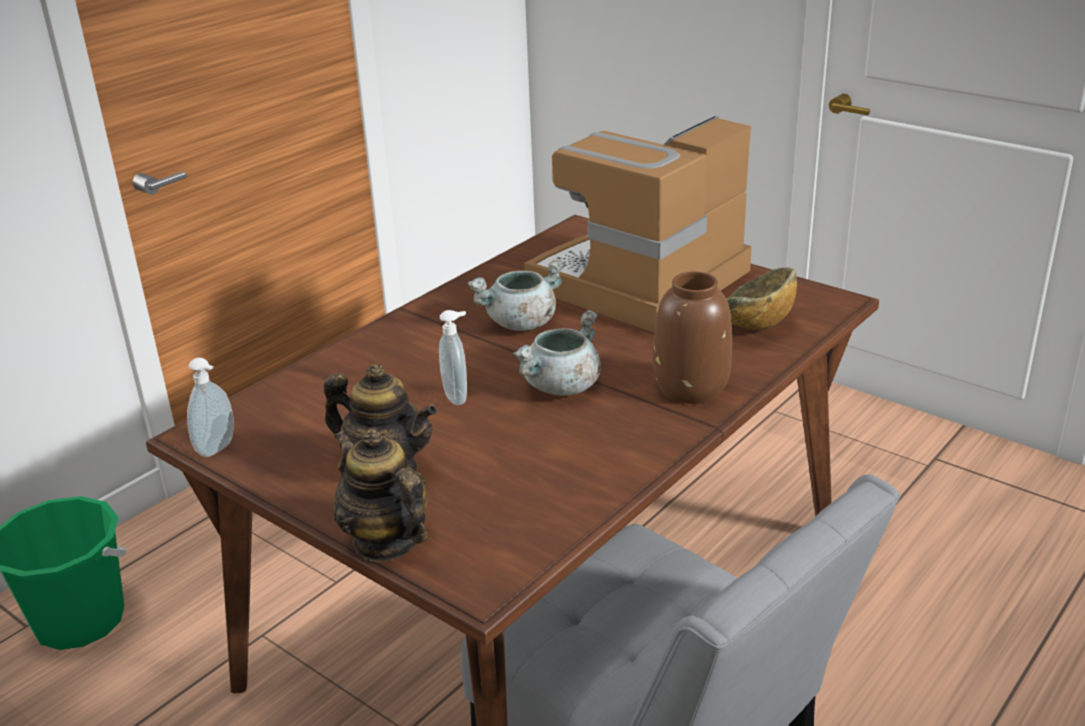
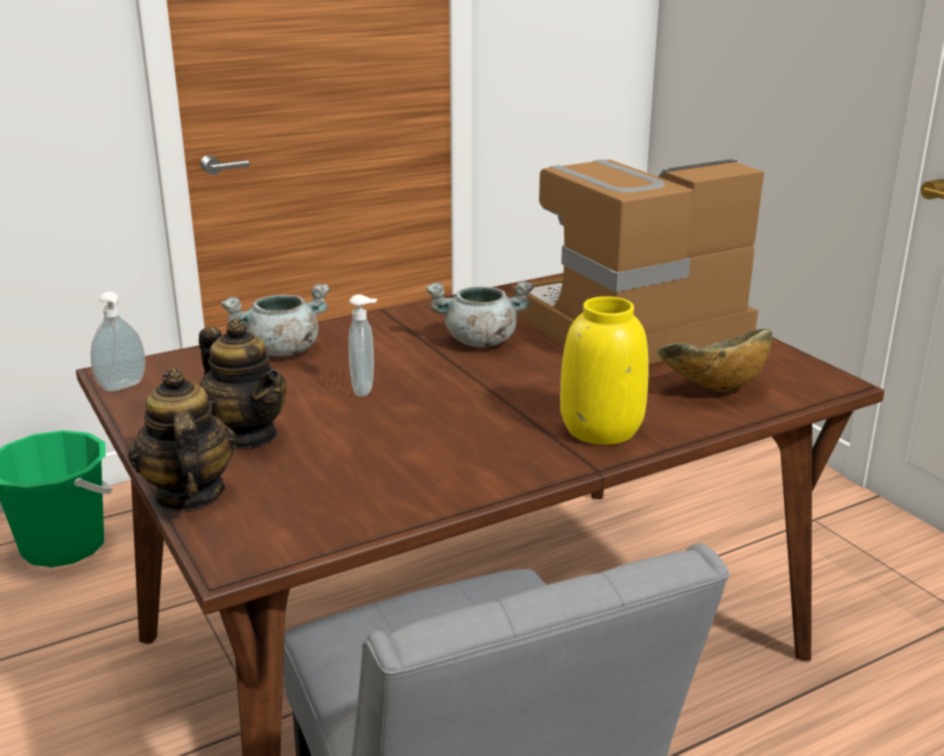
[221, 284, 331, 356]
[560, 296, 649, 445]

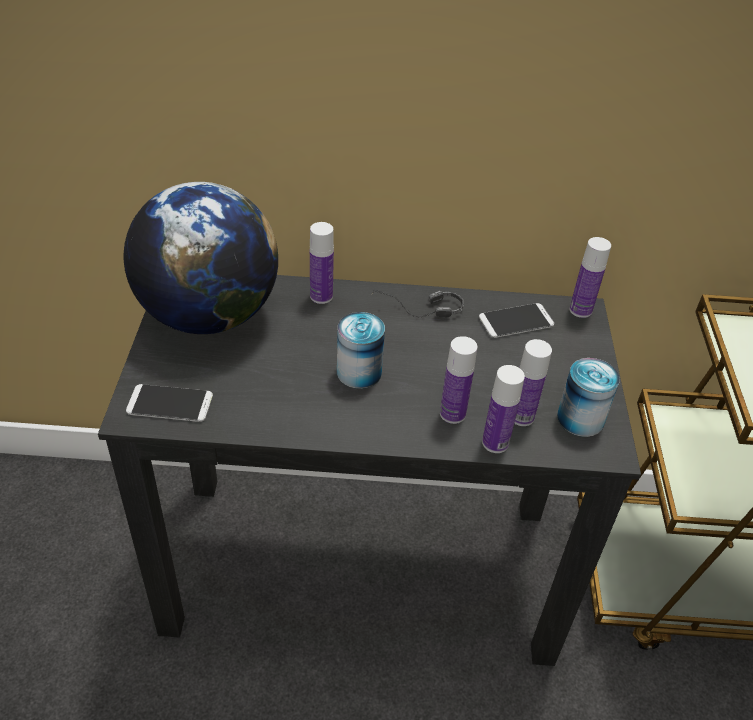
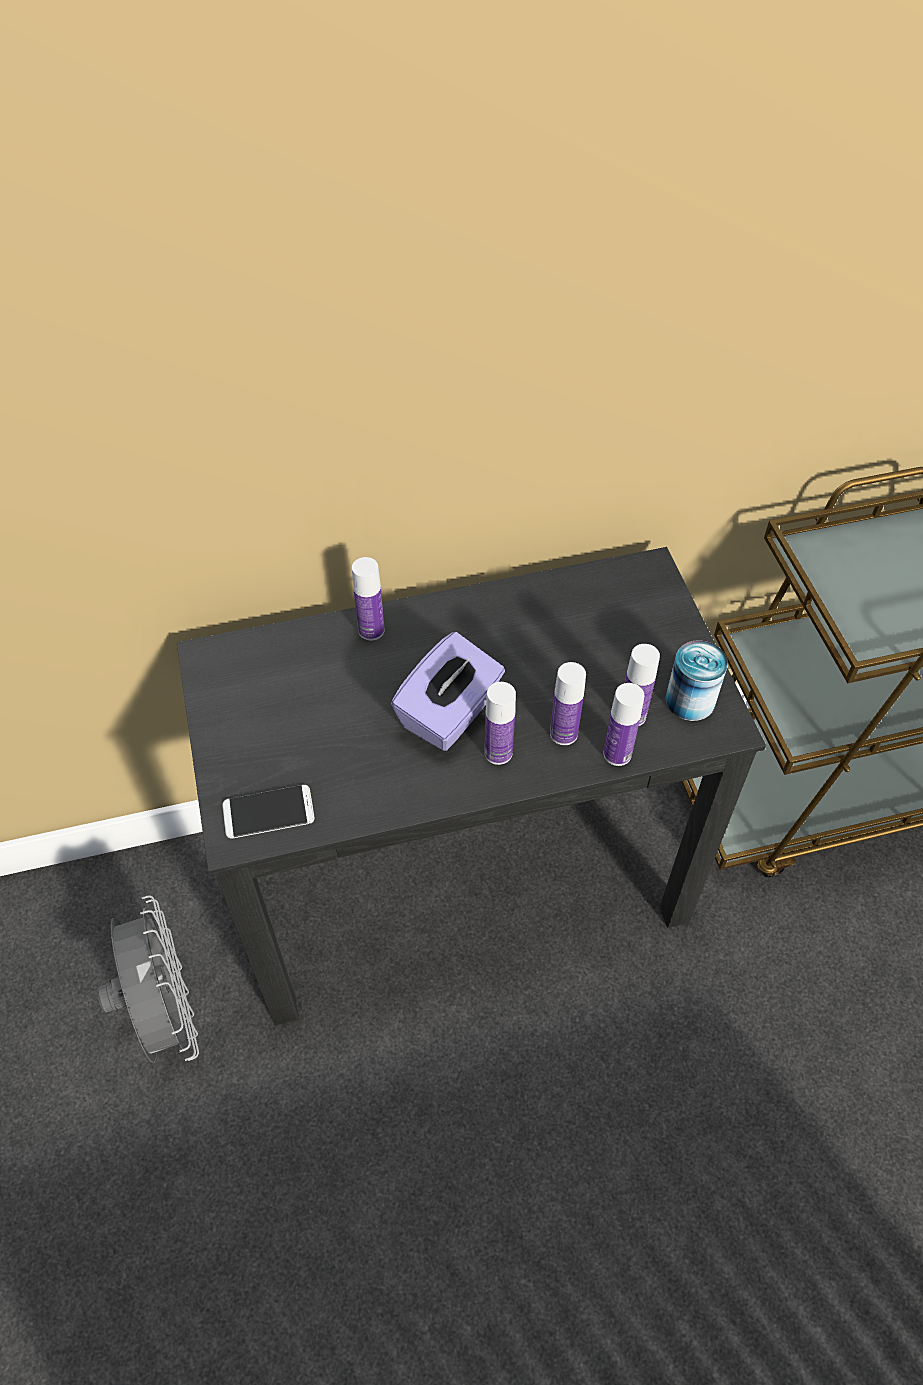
[124, 182, 278, 334] (first image)
[372, 290, 464, 317] (first image)
[479, 303, 554, 338] (first image)
[97, 895, 199, 1063]
[484, 682, 516, 765]
[391, 632, 505, 751]

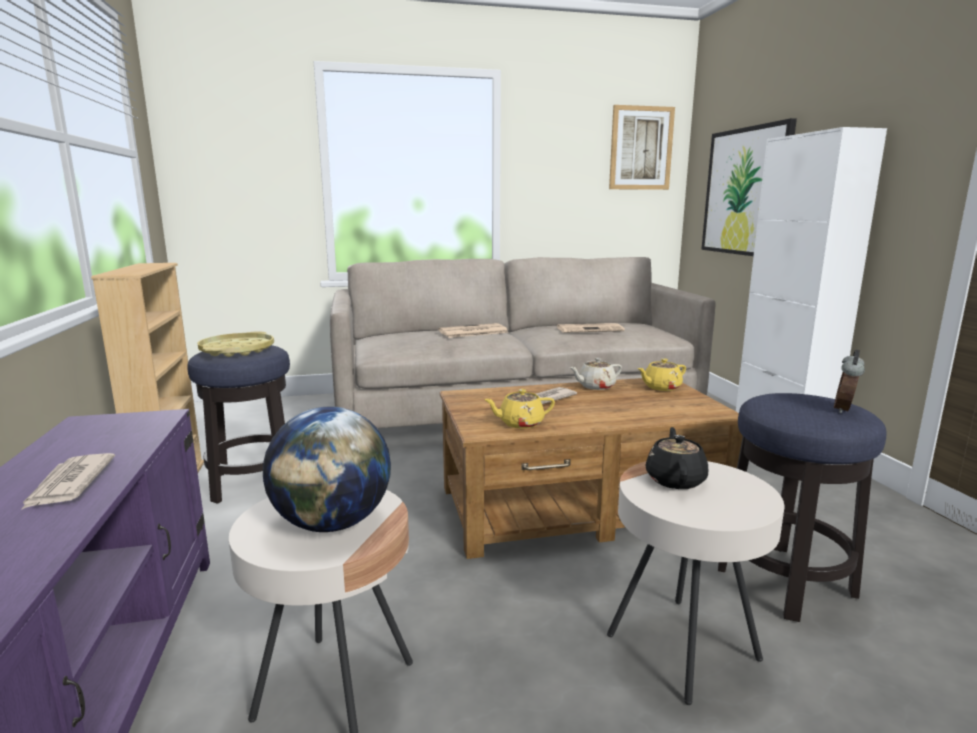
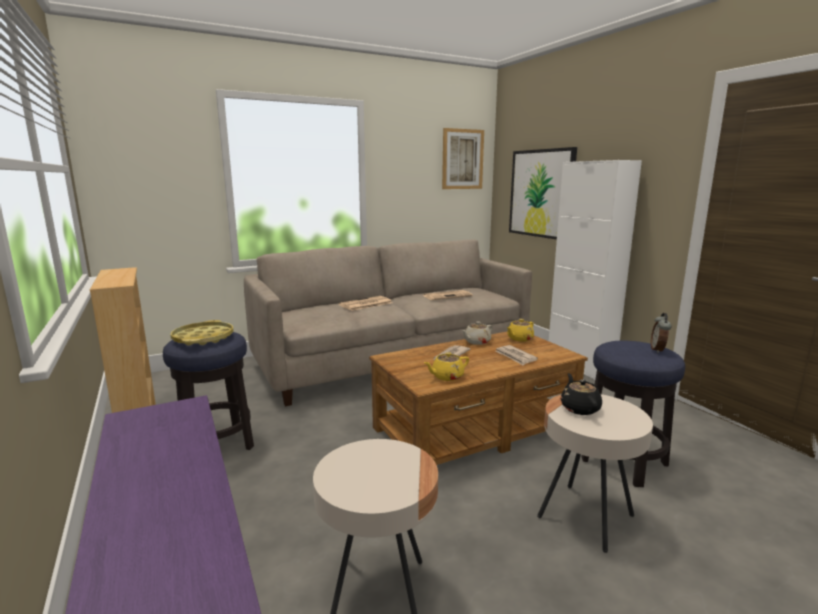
[263, 407, 391, 532] (first image)
[495, 345, 538, 365]

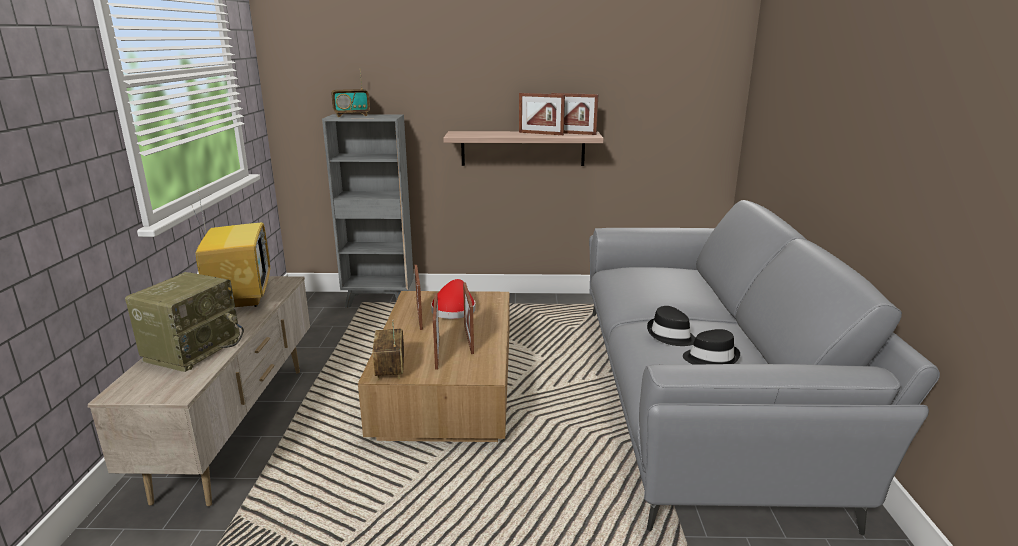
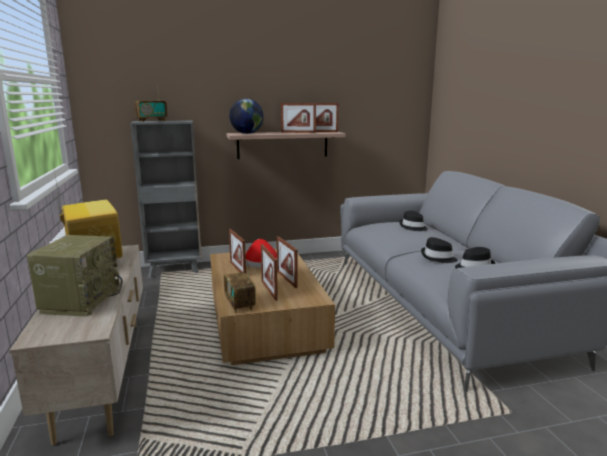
[229, 99, 264, 134]
[400, 211, 427, 231]

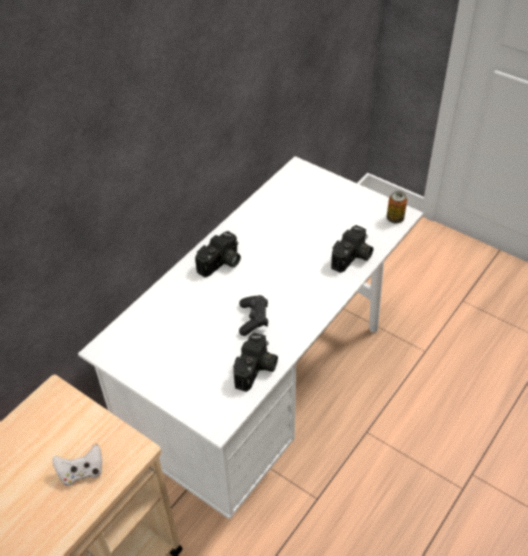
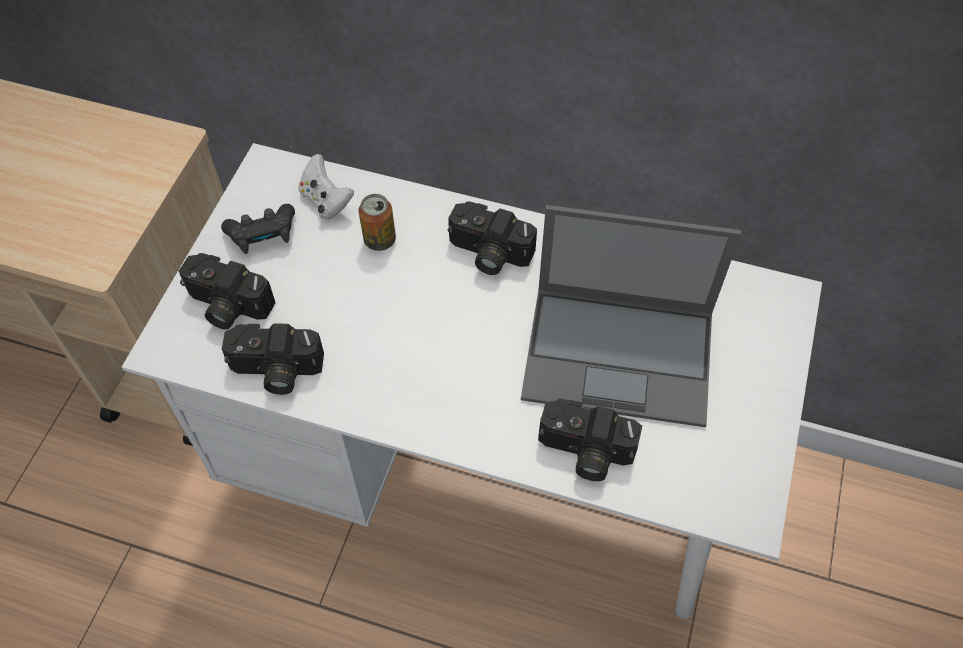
[179, 253, 275, 330]
[521, 205, 741, 427]
[298, 154, 354, 220]
[221, 204, 295, 254]
[358, 194, 396, 251]

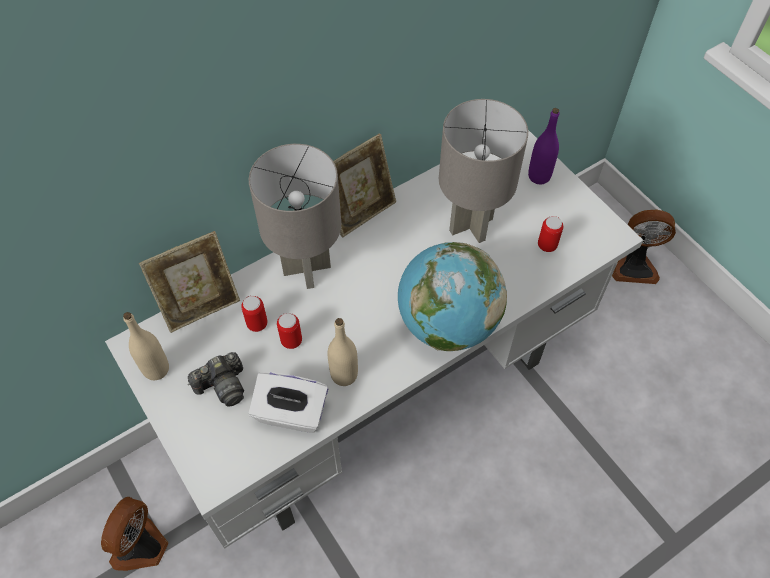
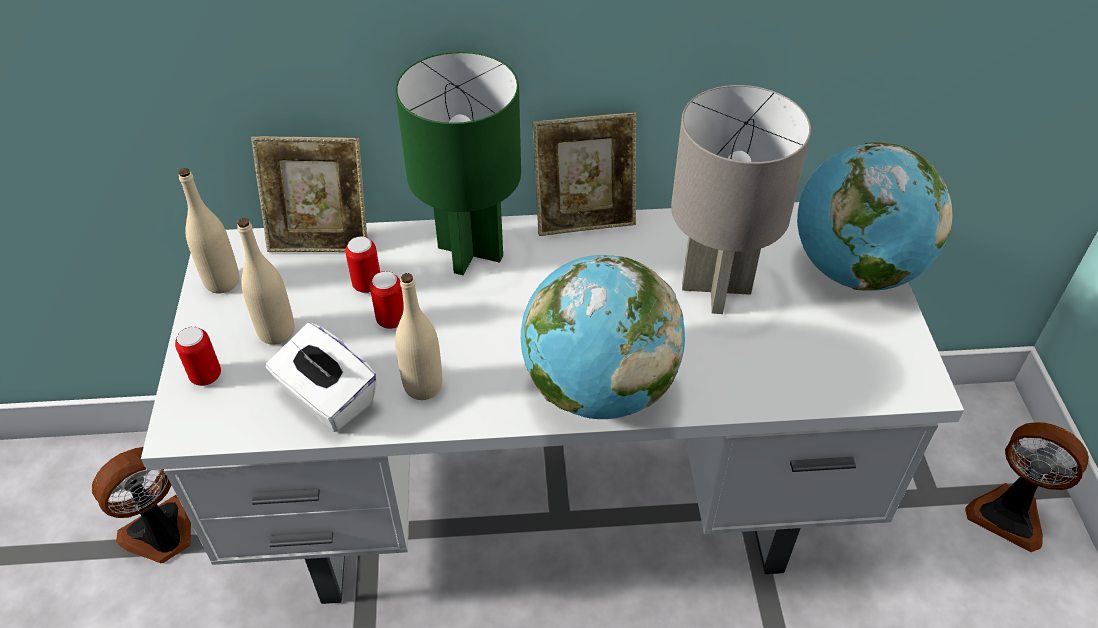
[175, 327, 221, 386]
[237, 218, 295, 345]
[797, 142, 953, 291]
[395, 51, 521, 275]

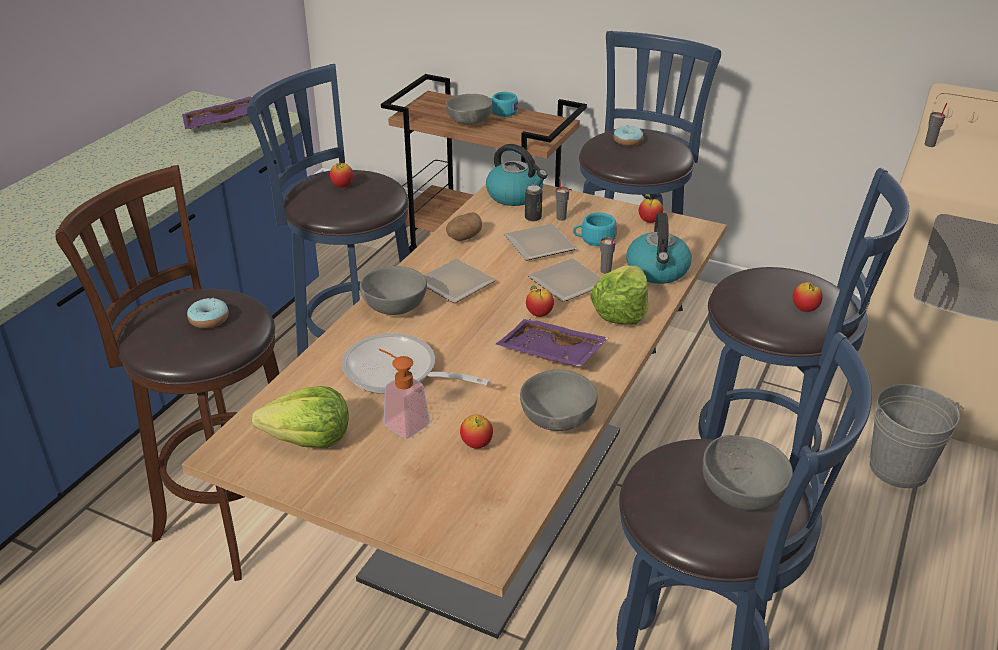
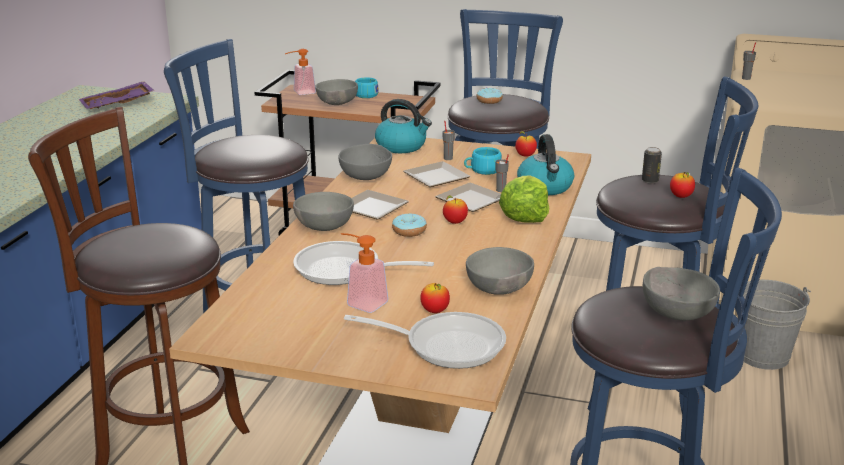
[252, 386, 349, 448] (first image)
[330, 162, 354, 187] (first image)
[496, 318, 608, 367] (first image)
[285, 49, 316, 95]
[344, 312, 506, 369]
[392, 213, 427, 237]
[642, 147, 662, 183]
[338, 144, 392, 180]

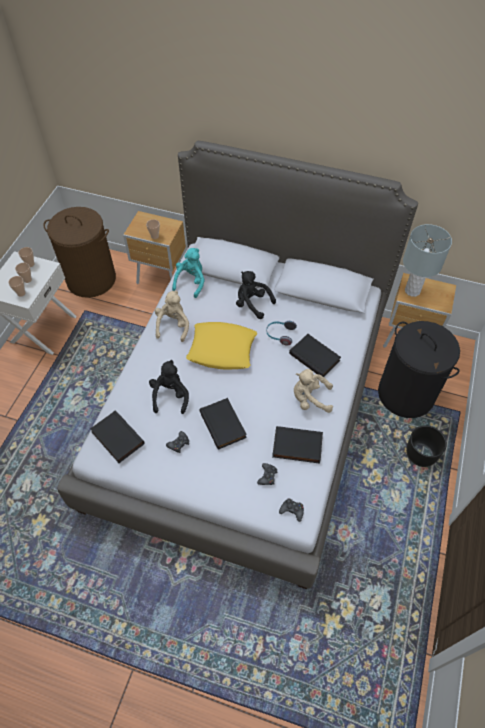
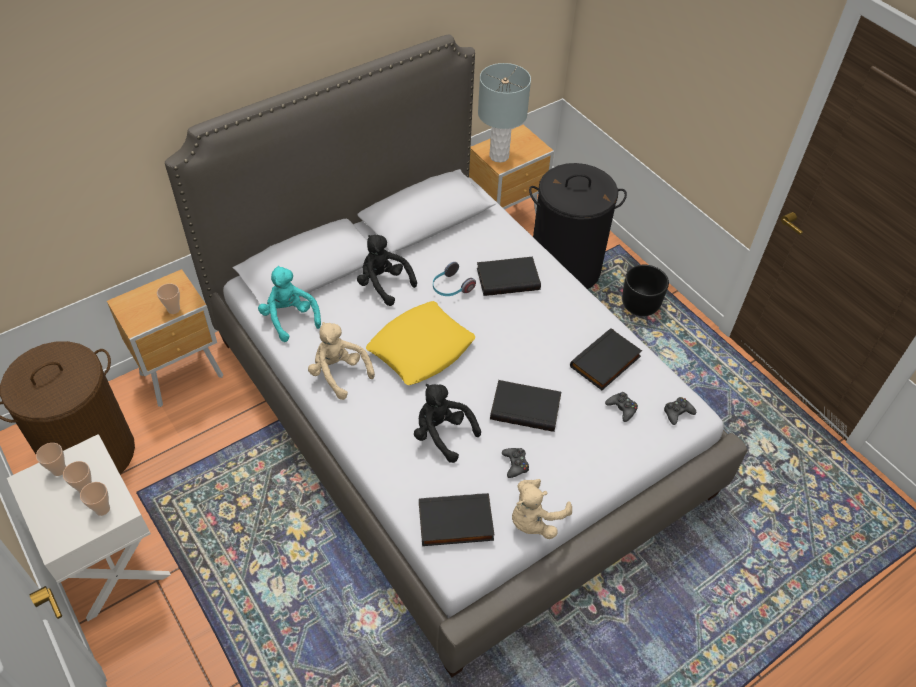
[512, 479, 572, 539]
[357, 235, 417, 306]

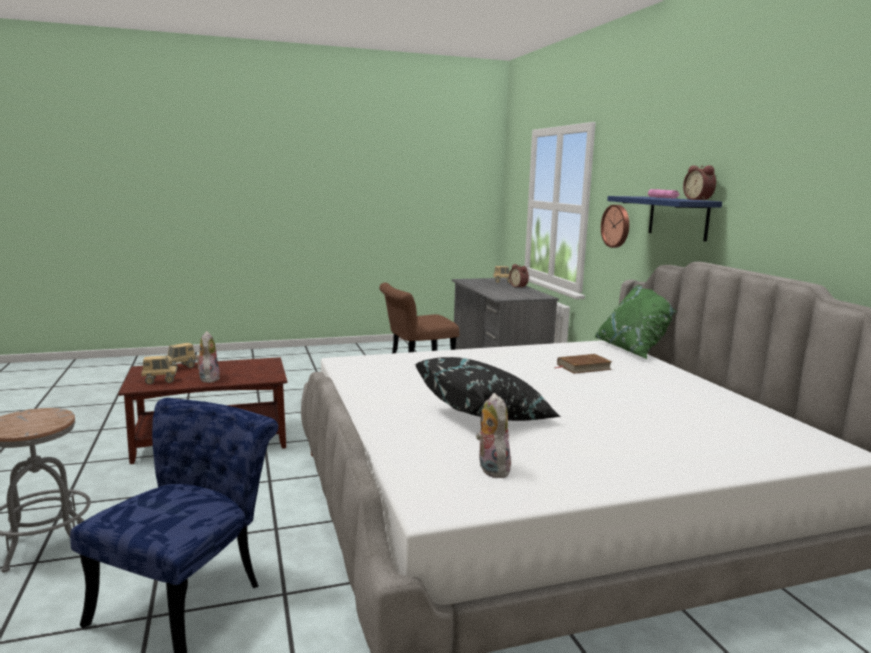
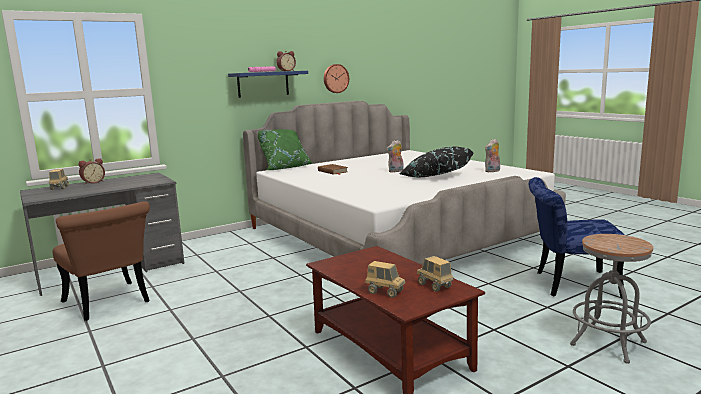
[386, 140, 404, 173]
[324, 64, 349, 93]

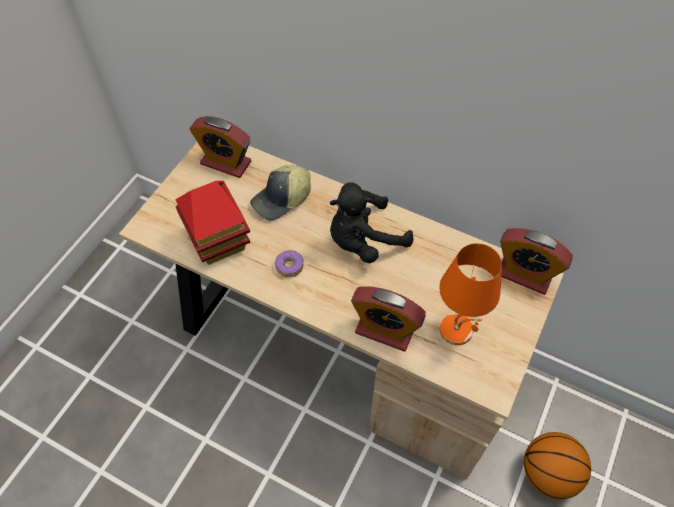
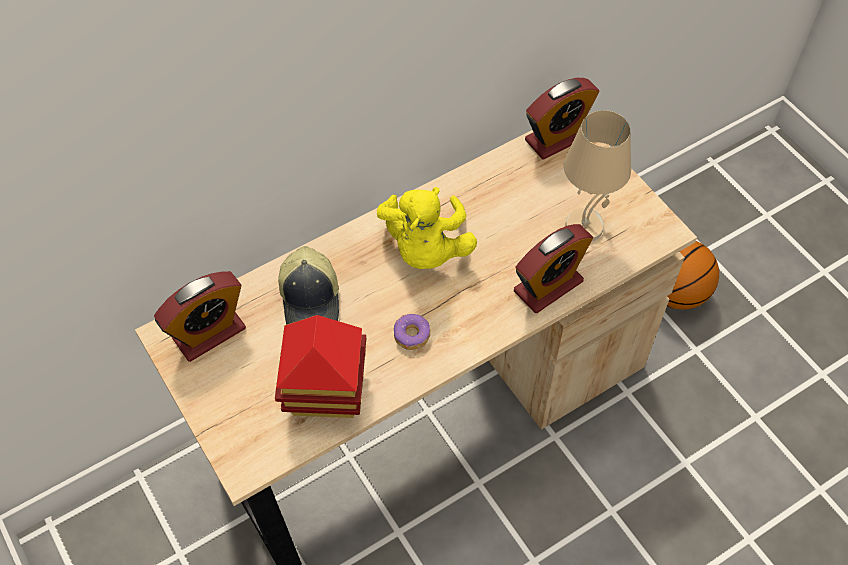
[377, 187, 477, 269]
[564, 110, 631, 242]

